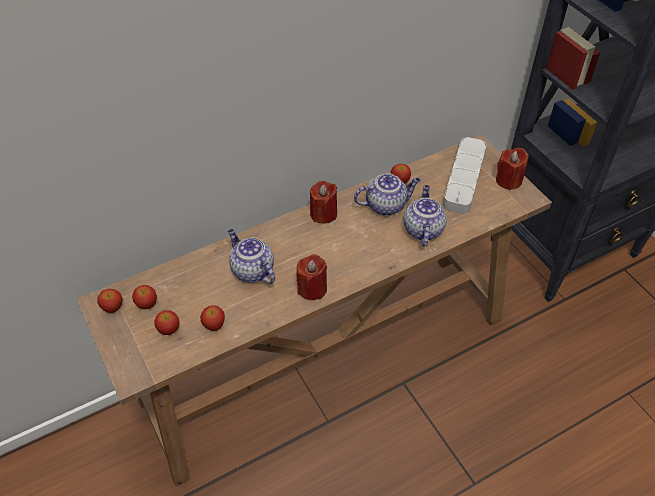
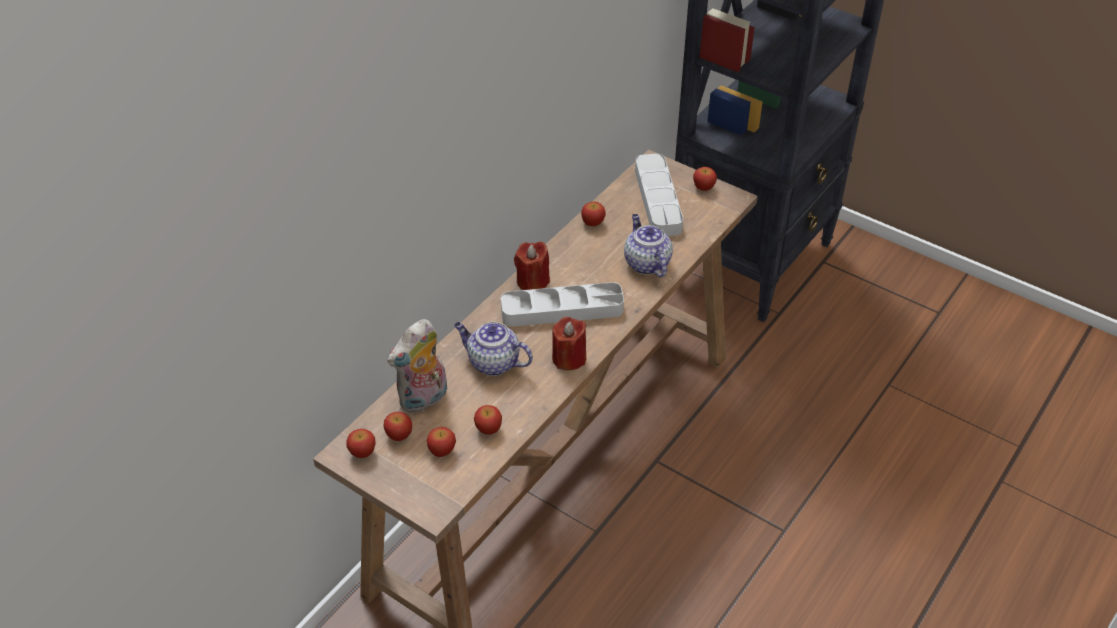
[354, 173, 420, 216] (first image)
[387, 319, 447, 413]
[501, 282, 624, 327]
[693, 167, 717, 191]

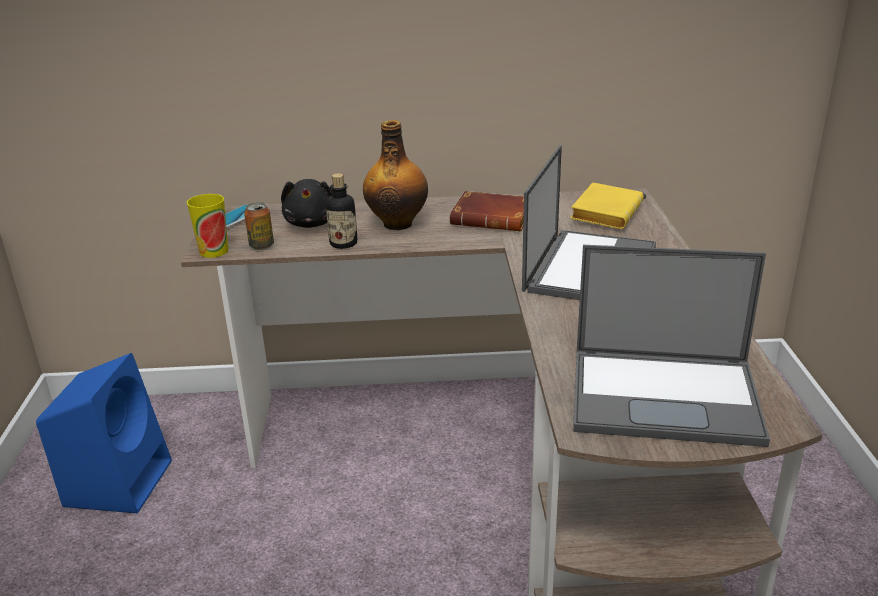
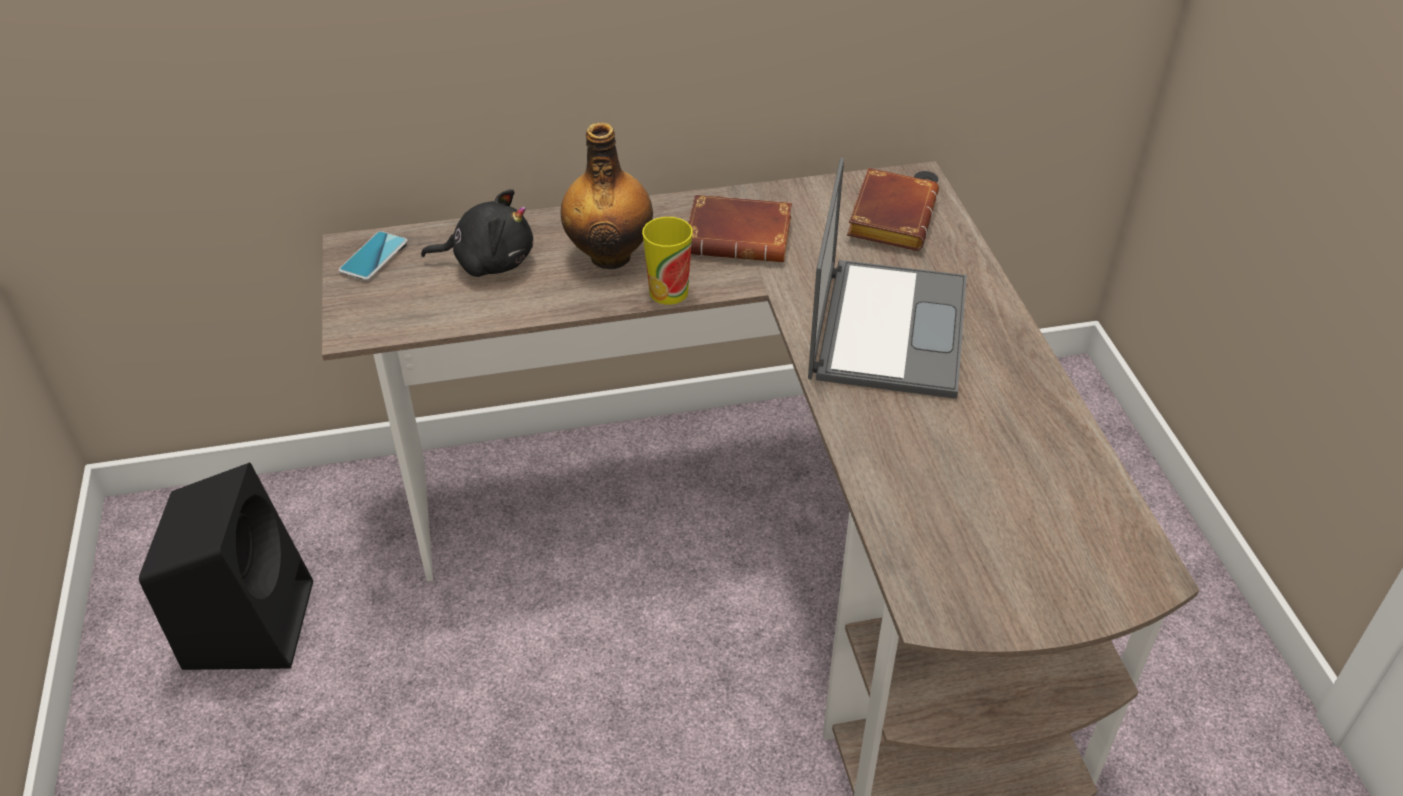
[244, 202, 274, 250] (first image)
[326, 173, 357, 249] (first image)
[573, 245, 770, 447] (first image)
[642, 217, 693, 305]
[139, 463, 313, 670]
[847, 168, 939, 251]
[421, 189, 533, 277]

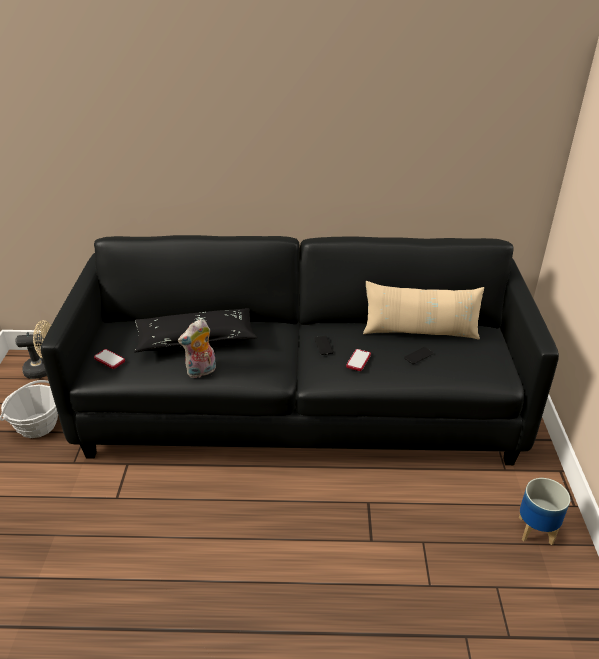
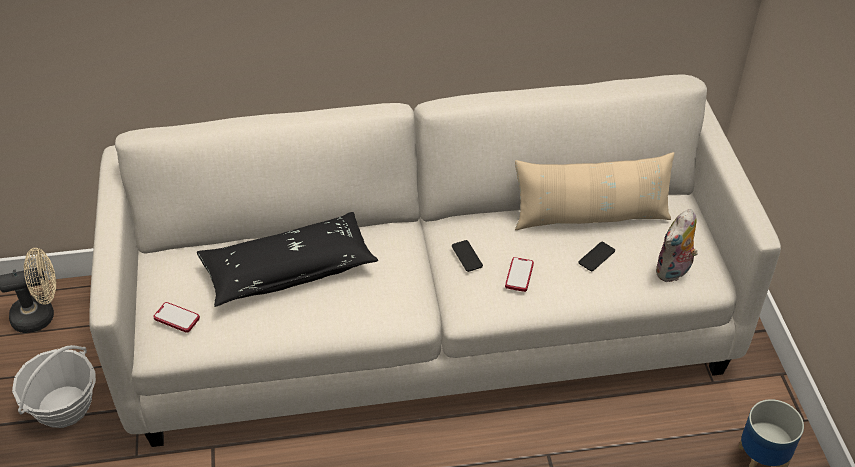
[656, 209, 698, 282]
[89, 74, 781, 447]

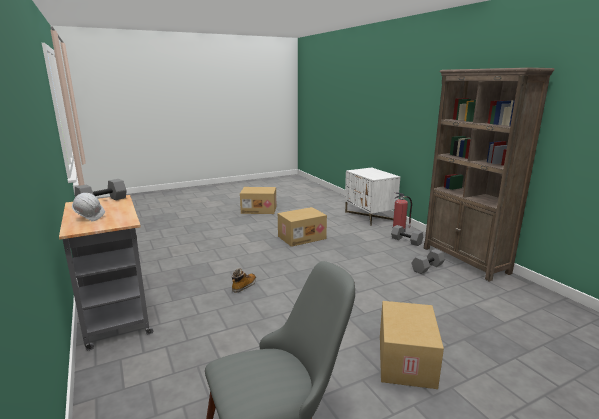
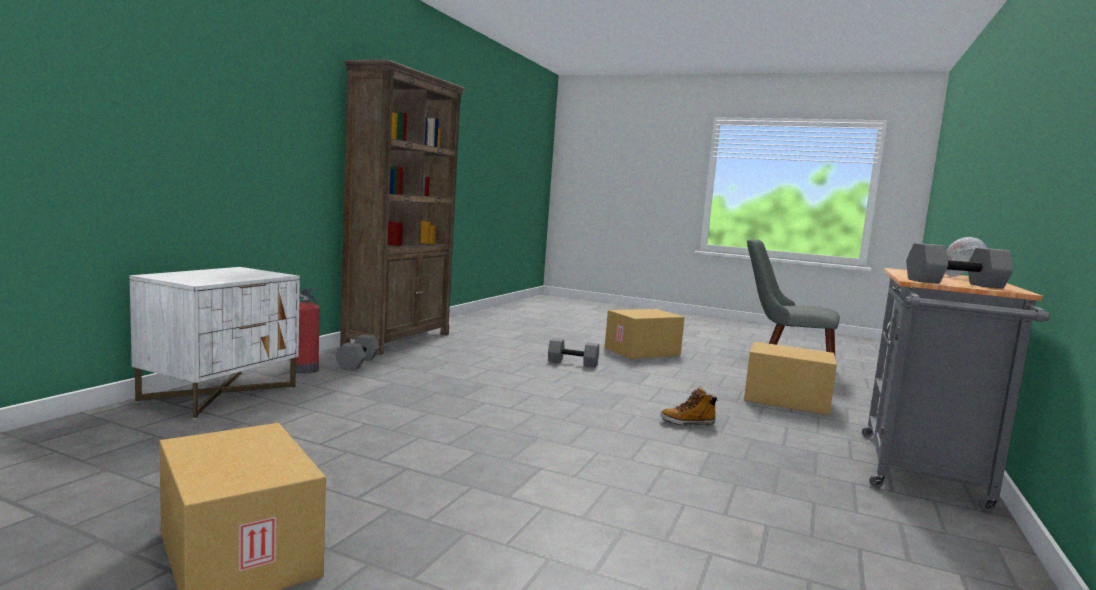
[744, 342, 837, 415]
[548, 338, 599, 367]

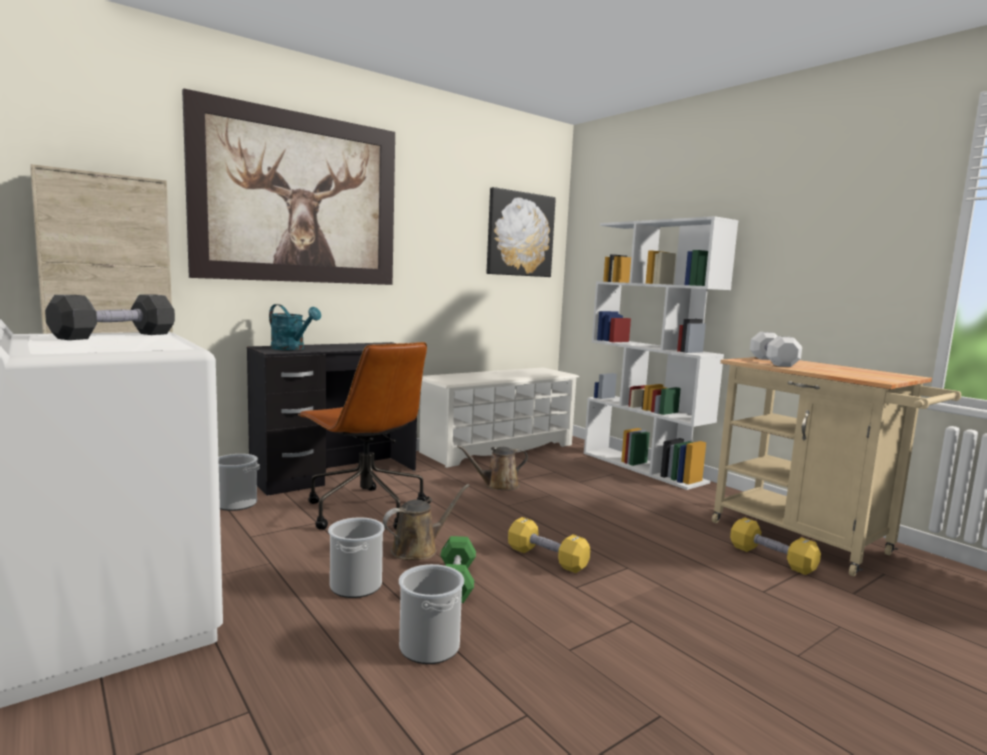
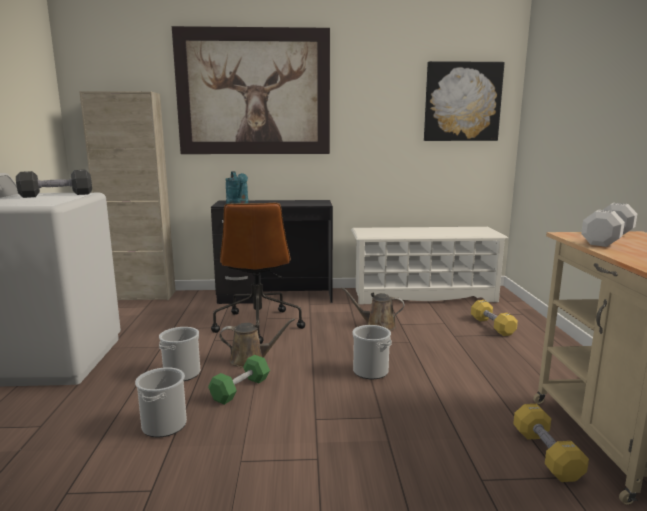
[584, 216, 739, 490] (first image)
[352, 325, 392, 379]
[471, 300, 518, 336]

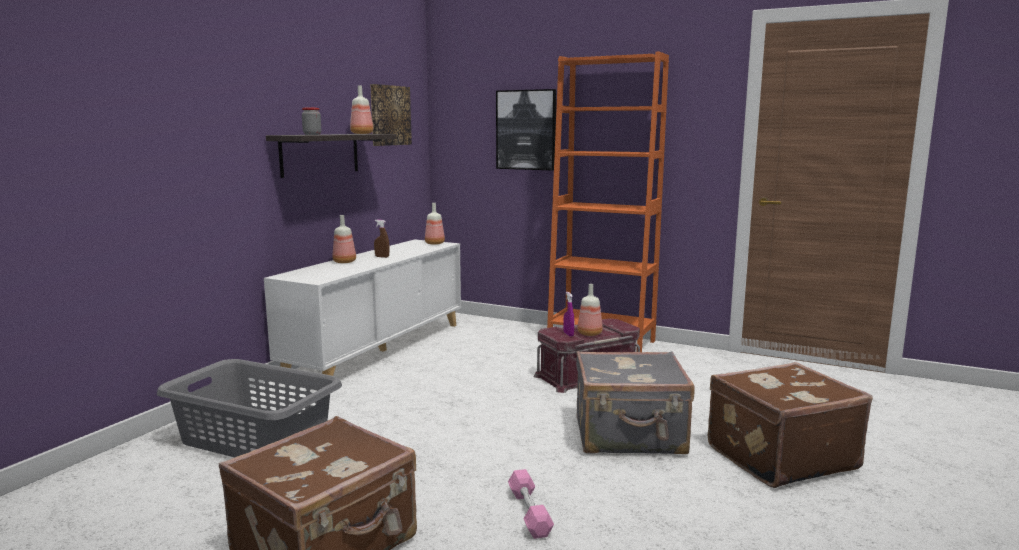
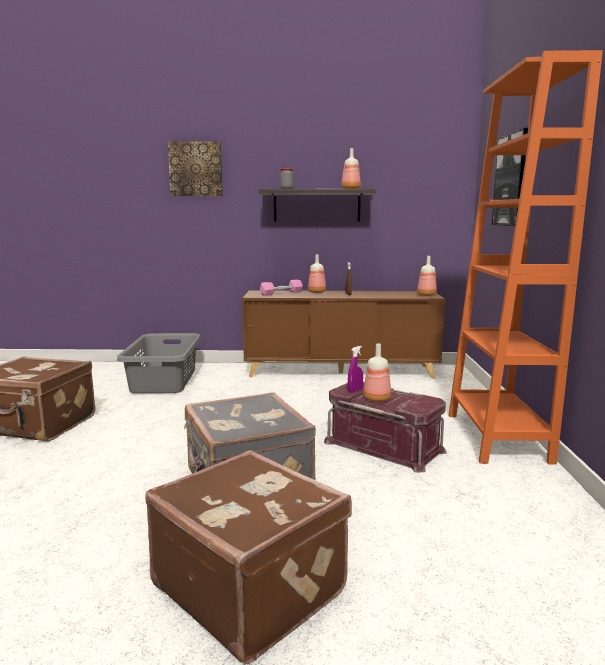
[168, 141, 223, 196]
[260, 280, 303, 296]
[242, 290, 445, 379]

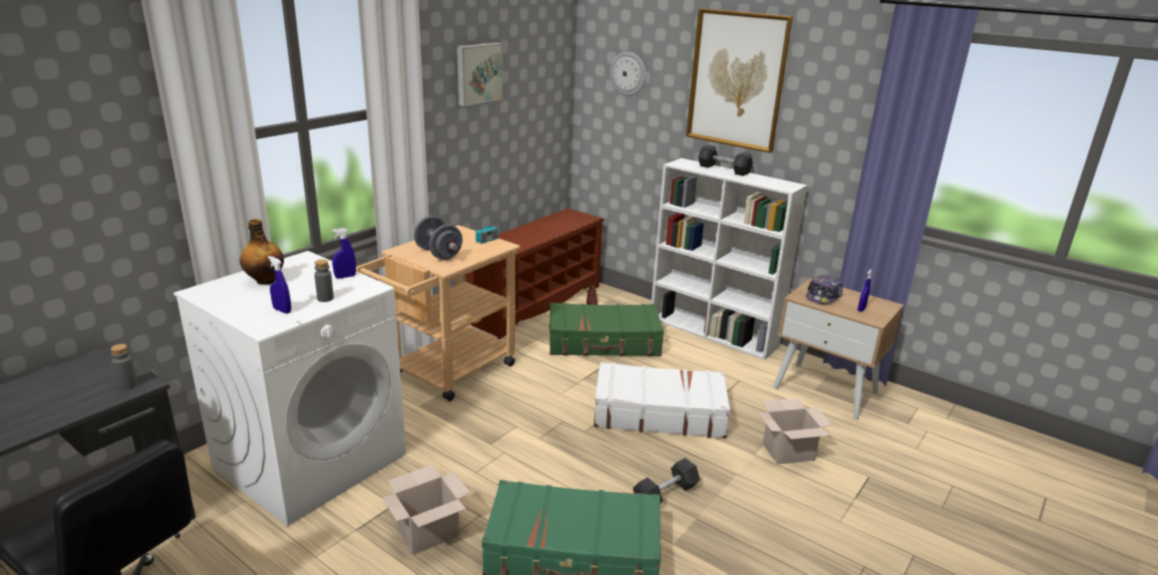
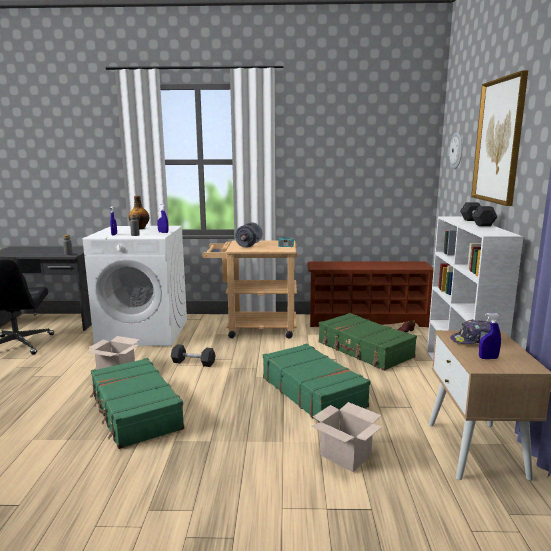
[457, 43, 502, 106] (first image)
[171, 344, 216, 367]
[263, 344, 370, 423]

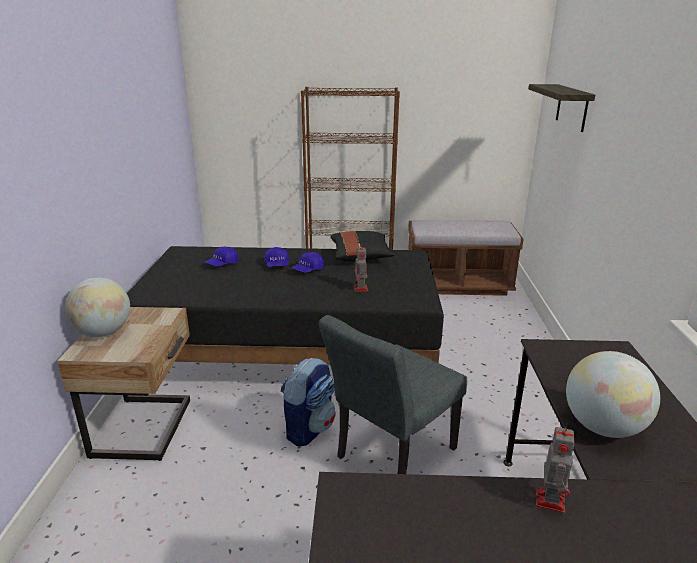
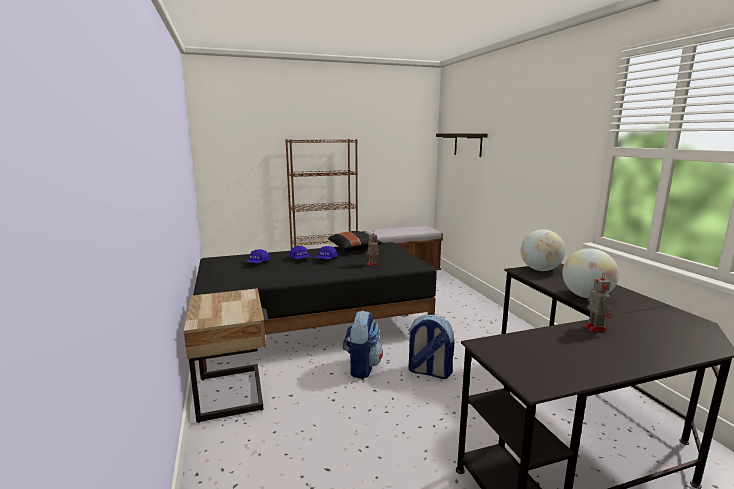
[521, 229, 566, 271]
[408, 315, 454, 379]

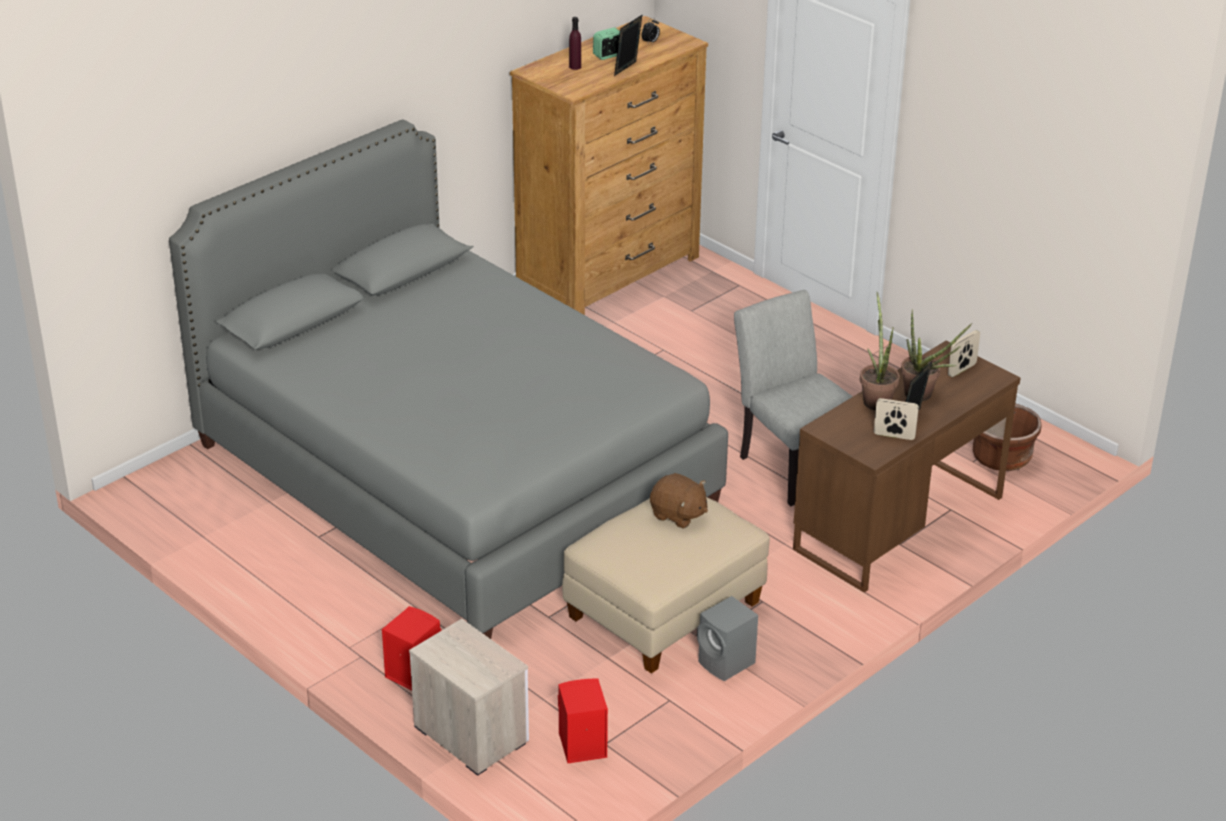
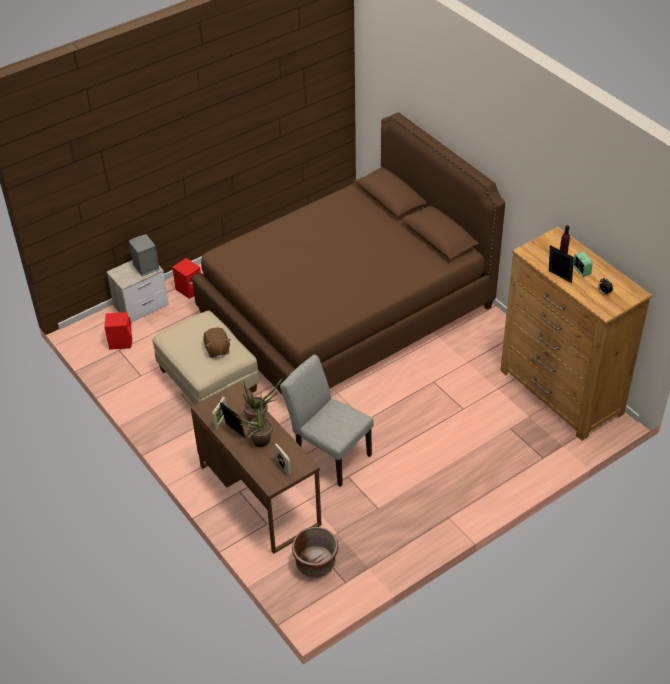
[129, 234, 160, 277]
[192, 112, 505, 394]
[203, 328, 231, 358]
[280, 354, 373, 487]

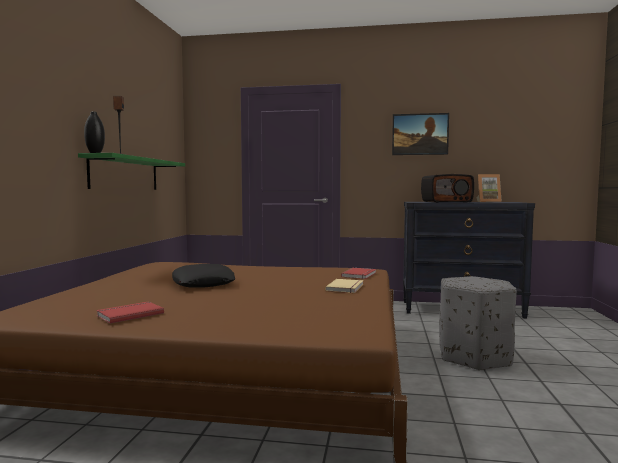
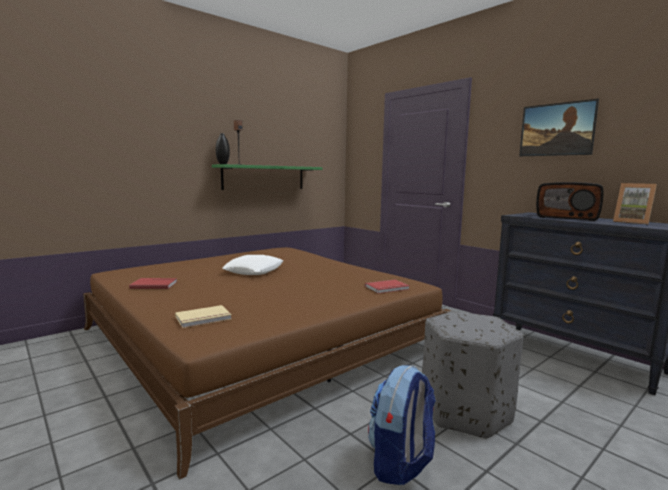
[368, 365, 436, 485]
[175, 305, 232, 328]
[222, 255, 283, 275]

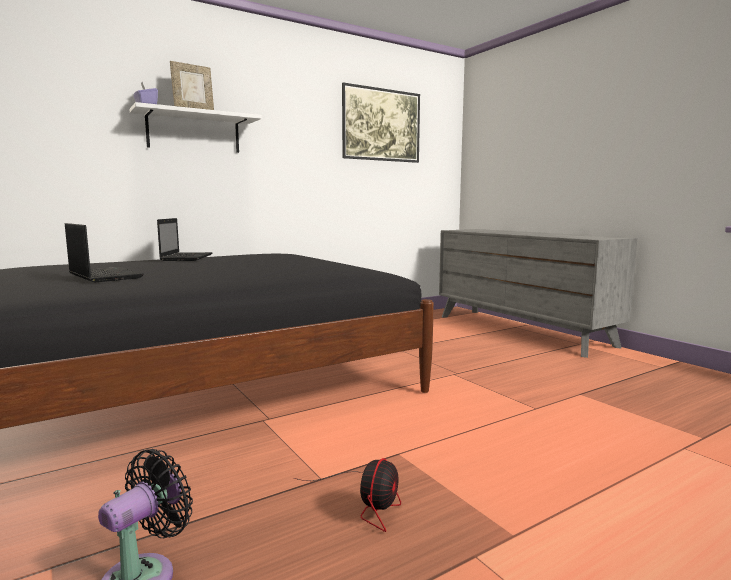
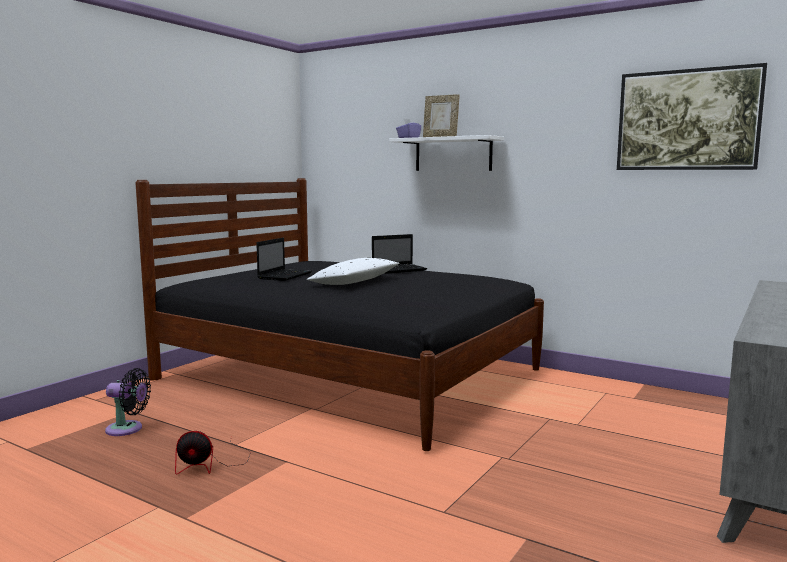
[307, 258, 399, 285]

